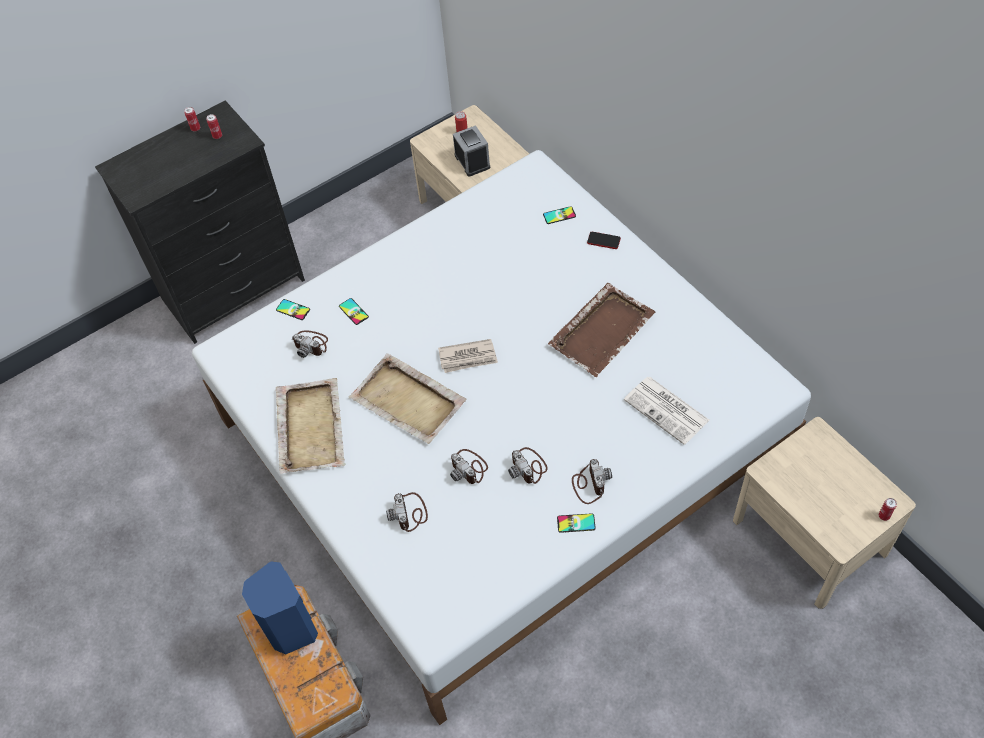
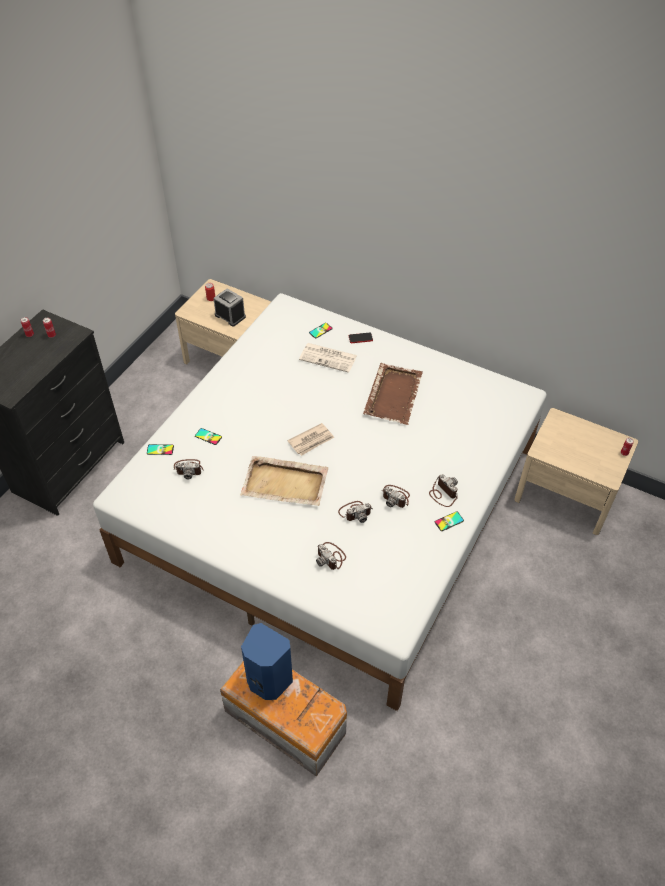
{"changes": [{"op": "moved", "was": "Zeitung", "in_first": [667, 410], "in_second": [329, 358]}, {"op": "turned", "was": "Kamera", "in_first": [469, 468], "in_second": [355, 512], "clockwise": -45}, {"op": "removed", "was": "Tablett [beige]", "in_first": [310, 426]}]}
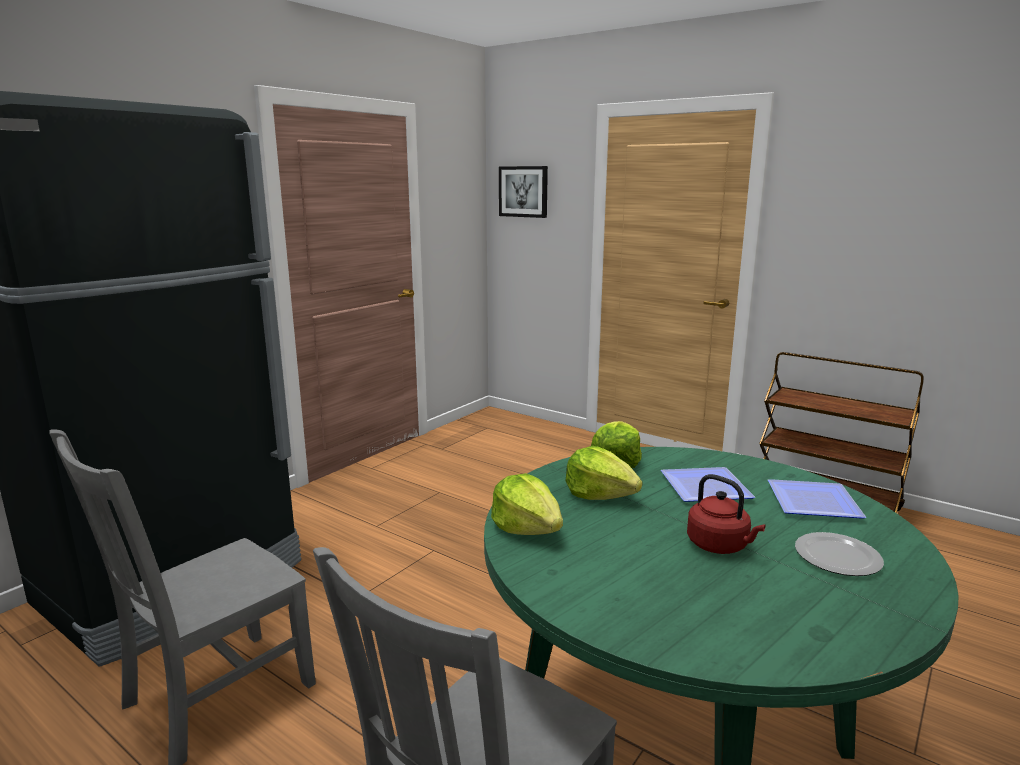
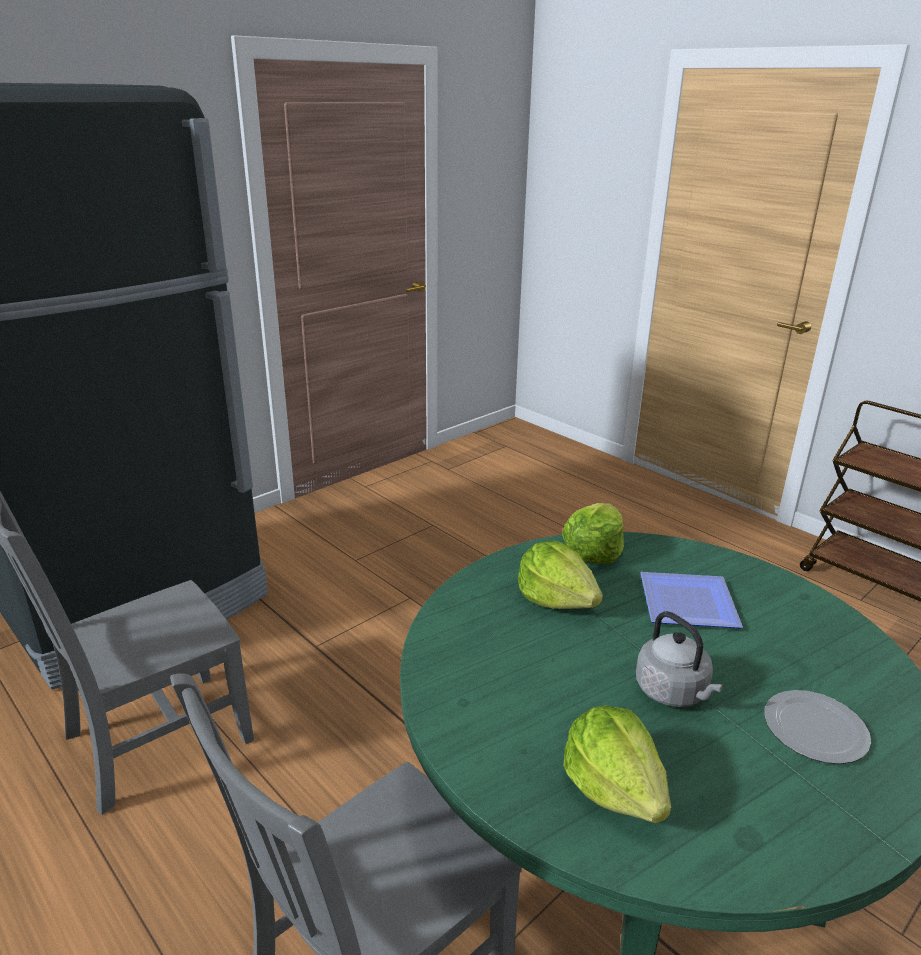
{"changes": [{"op": "moved", "was": "Salatkopf", "in_first": [527, 528], "in_second": [614, 787]}, {"op": "recoloured", "was": "Wasserkessel [rot]", "now": "Wasserkessel [grau]", "in_first": [720, 546], "in_second": [674, 692]}, {"op": "removed", "was": "Bild", "in_first": [523, 191]}, {"op": "removed", "was": "Teller", "in_first": [811, 504]}]}
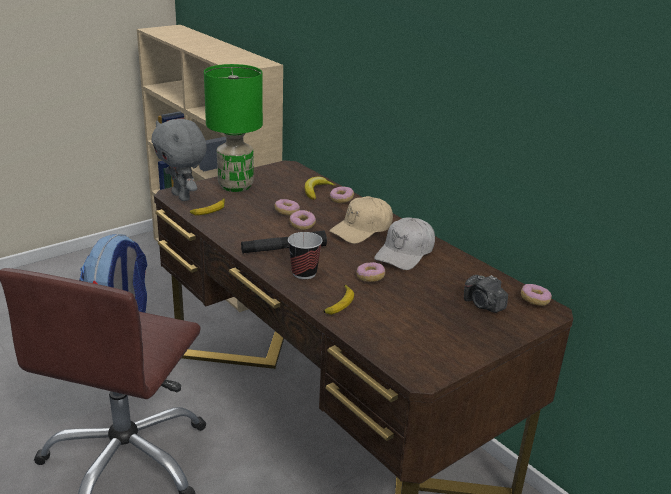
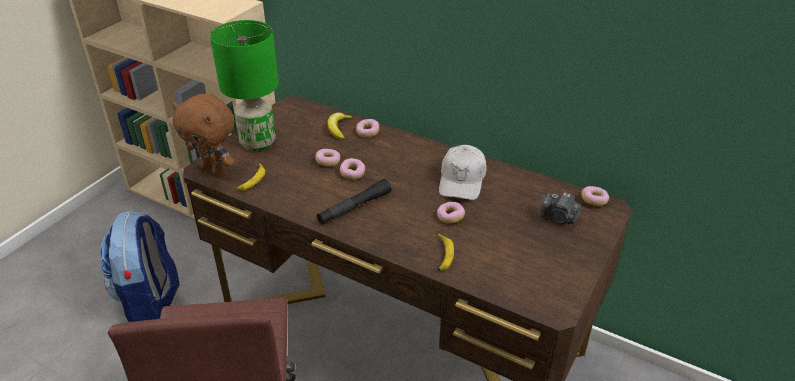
{"changes": [{"op": "recoloured", "was": "Plüschtier [grau]", "now": "Plüschtier [braun]", "in_first": [182, 197], "in_second": [214, 170]}, {"op": "removed", "was": "Tasse", "in_first": [304, 273]}, {"op": "removed", "was": "Kappe [beige]", "in_first": [362, 230]}]}
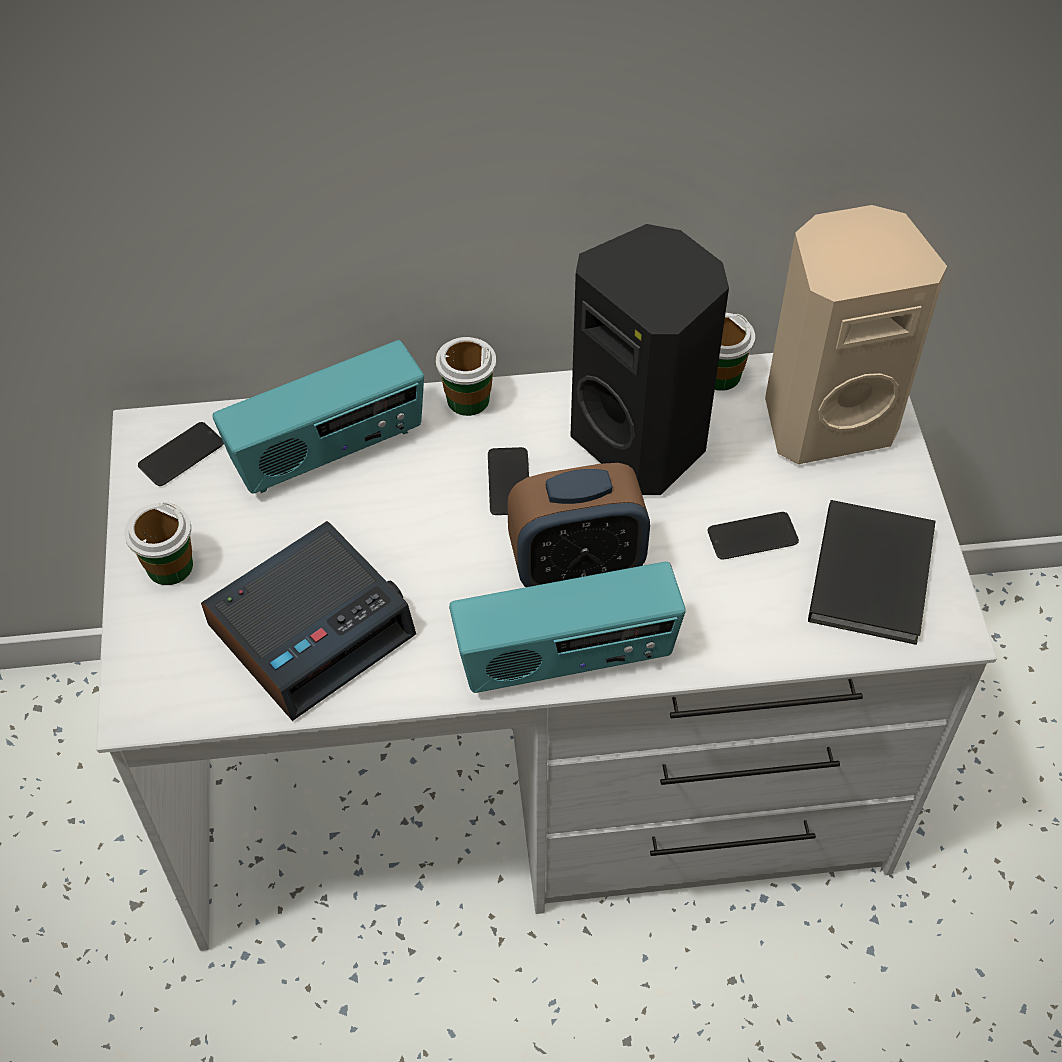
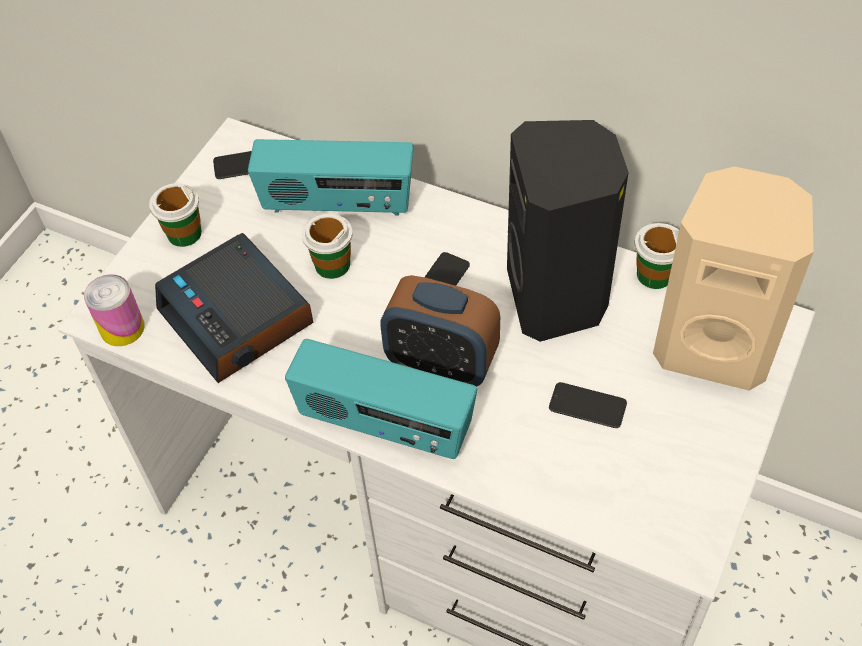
{"changes": [{"op": "added", "now": "Dose", "in_second": [122, 328]}, {"op": "turned", "was": "Wecker", "in_first": [312, 628], "in_second": [238, 317], "clockwise": 60}, {"op": "moved", "was": "Tasse", "in_first": [467, 399], "in_second": [332, 264]}, {"op": "removed", "was": "Buch [schwarz]", "in_first": [873, 572]}]}
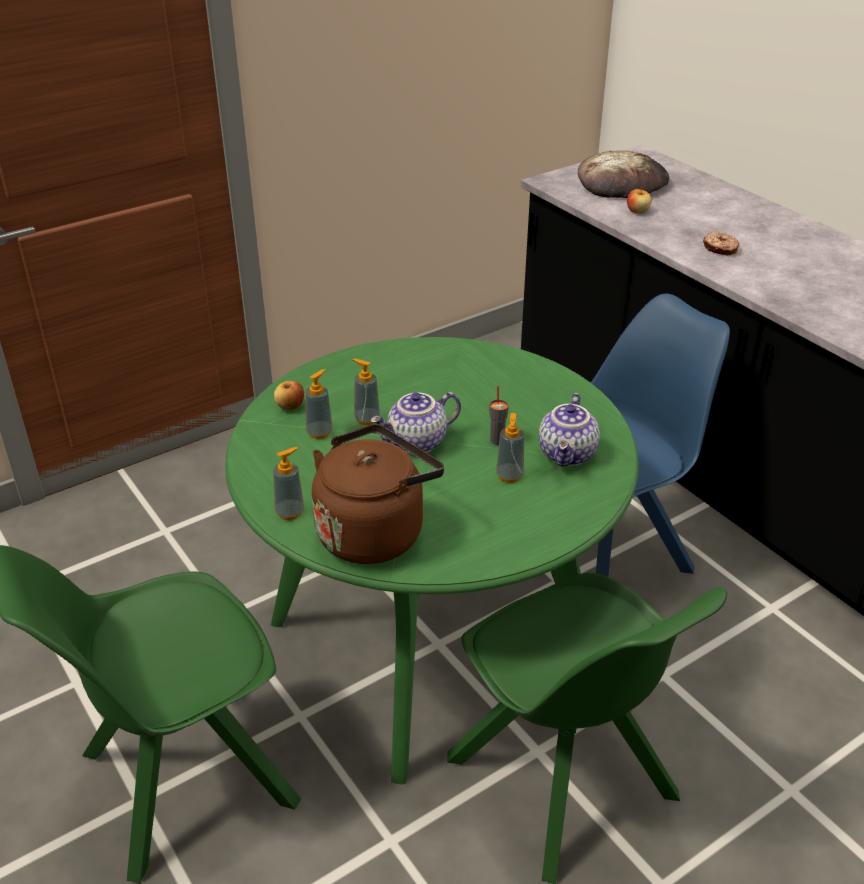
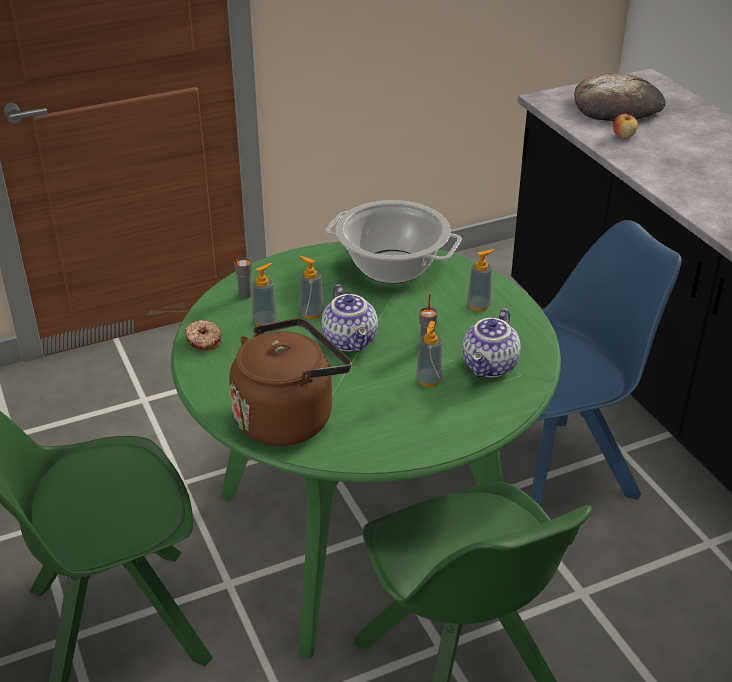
{"changes": [{"op": "moved", "was": "Donut", "in_first": [720, 249], "in_second": [203, 341]}, {"op": "replaced", "was": "Apfel", "now": "Tasse [grau]", "in_first": [290, 406], "in_second": [245, 294]}, {"op": "turned", "was": "Teekanne", "in_first": [417, 443], "in_second": [351, 341], "clockwise": -90}, {"op": "added", "now": "Kochtopf", "in_second": [391, 267]}, {"op": "moved", "was": "Seifenspender", "in_first": [290, 512], "in_second": [478, 305]}]}
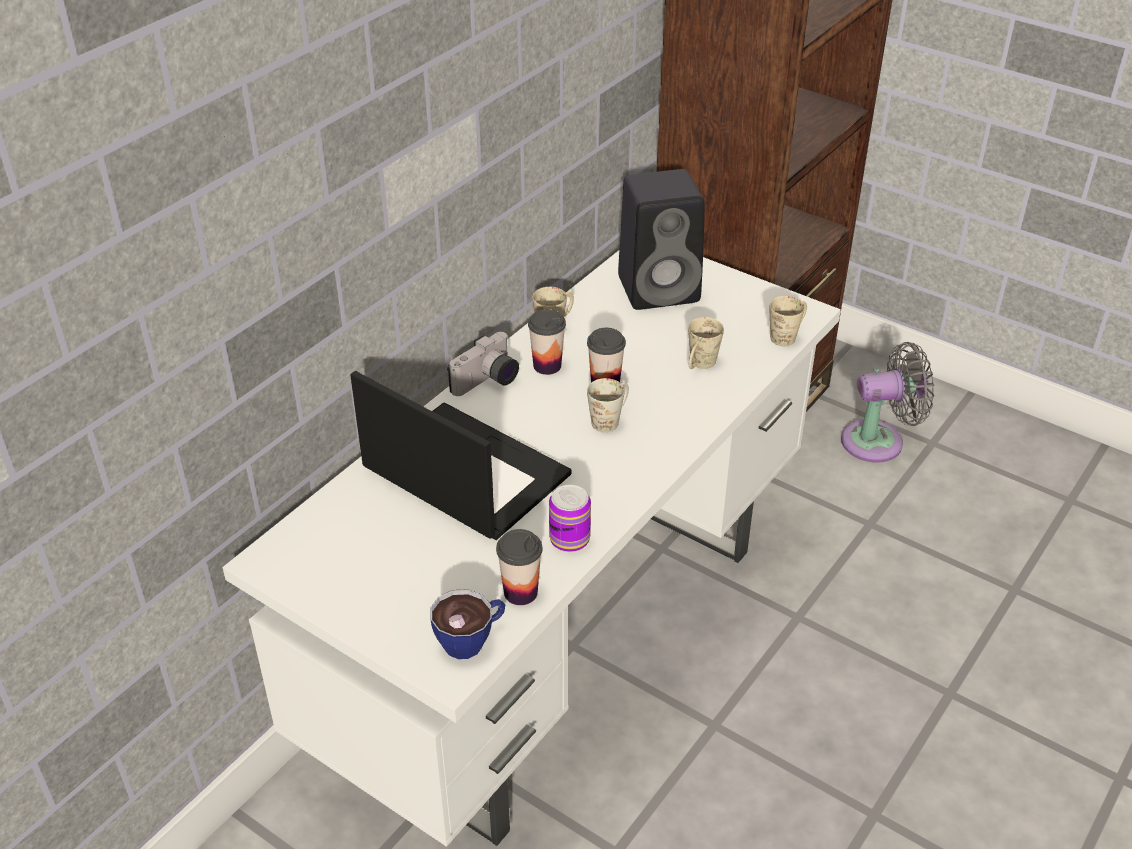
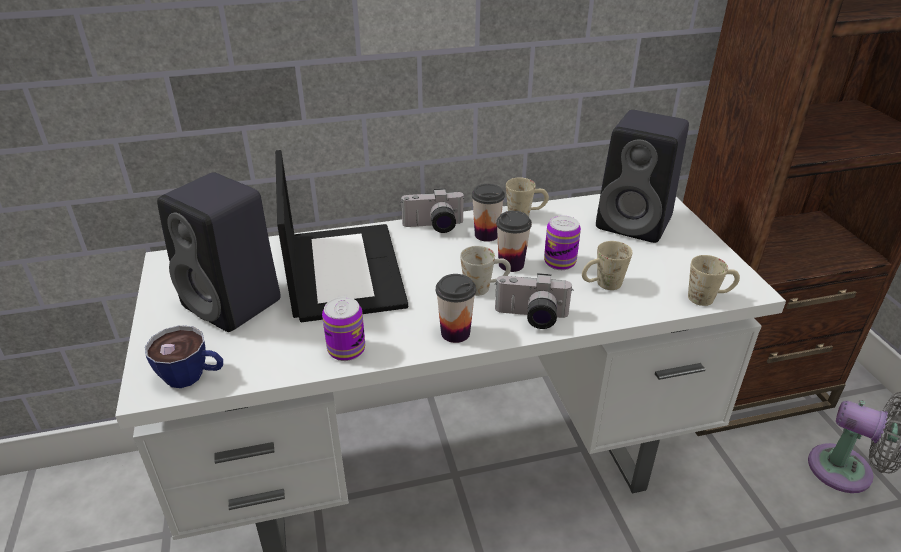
{"changes": [{"op": "added", "now": "Lautsprecher [schwarz]", "in_second": [235, 304]}, {"op": "moved", "was": "Tasse", "in_first": [520, 592], "in_second": [455, 333]}, {"op": "added", "now": "Kamera", "in_second": [531, 318]}, {"op": "added", "now": "Dose", "in_second": [559, 262]}]}
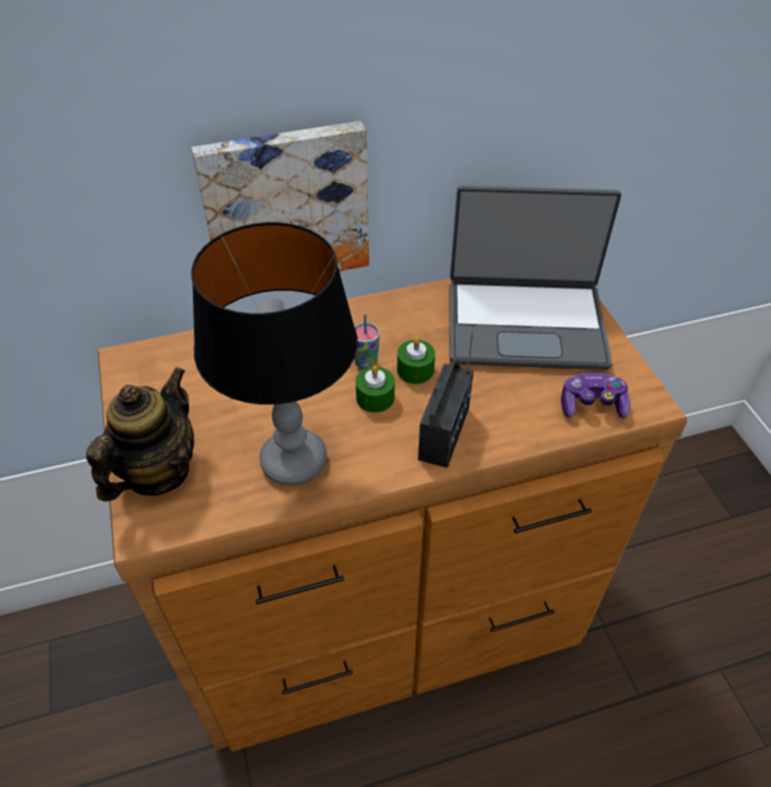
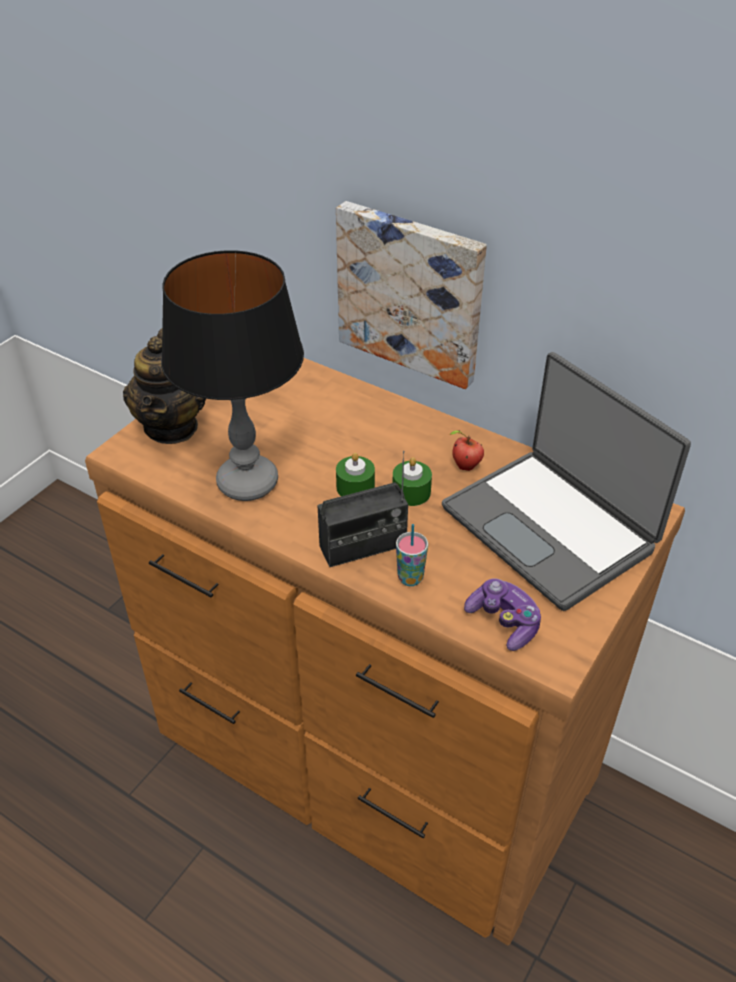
{"changes": [{"op": "turned", "was": "Teekanne", "in_first": [157, 472], "in_second": [171, 427], "clockwise": 105}, {"op": "moved", "was": "Tasse", "in_first": [366, 364], "in_second": [410, 578]}, {"op": "added", "now": "Apfel", "in_second": [464, 466]}]}
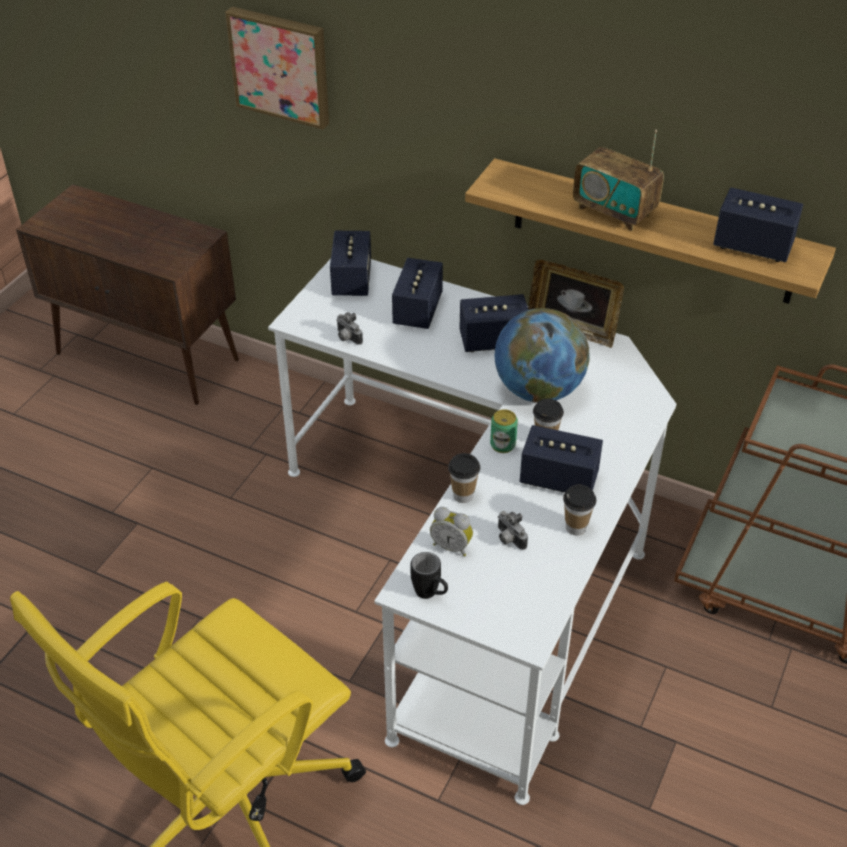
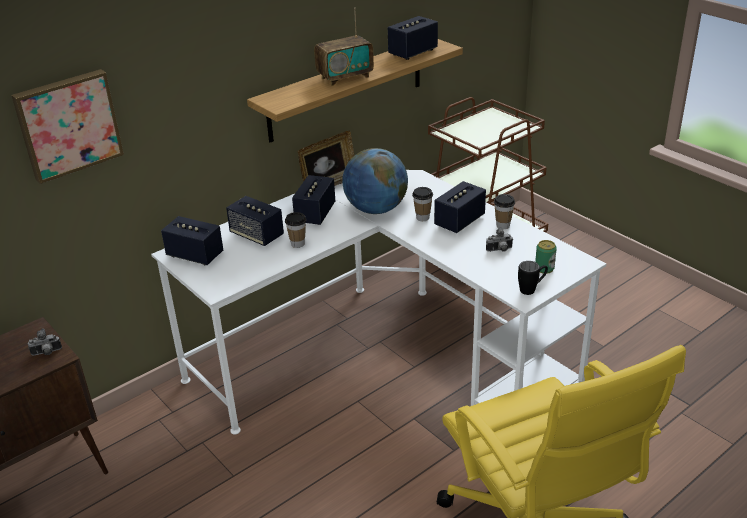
{"changes": [{"op": "moved", "was": "Kamera", "in_first": [347, 338], "in_second": [46, 353]}, {"op": "moved", "was": "Tasse", "in_first": [463, 495], "in_second": [298, 244]}, {"op": "moved", "was": "Dose", "in_first": [502, 445], "in_second": [544, 268]}, {"op": "removed", "was": "Wecker", "in_first": [452, 546]}]}
